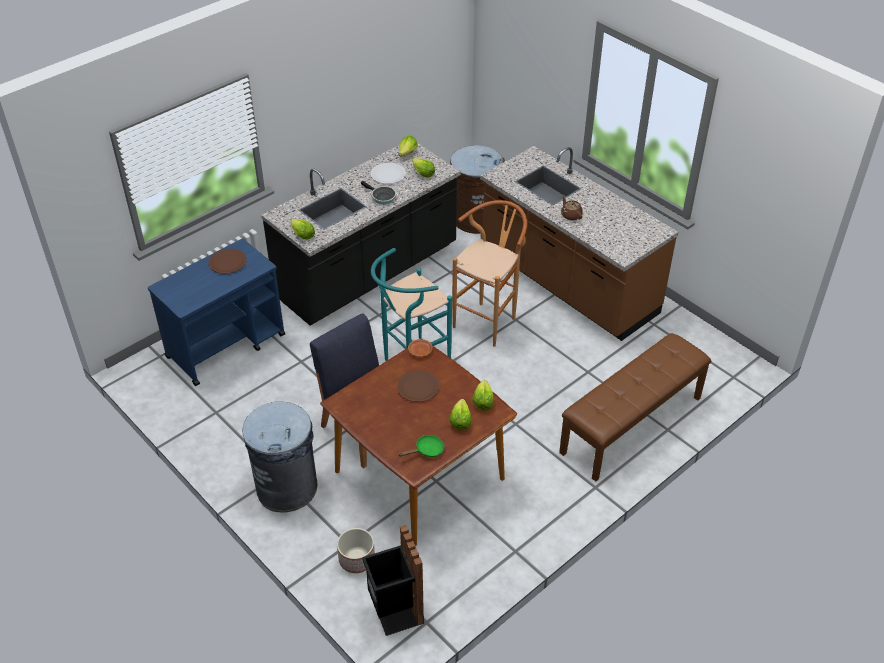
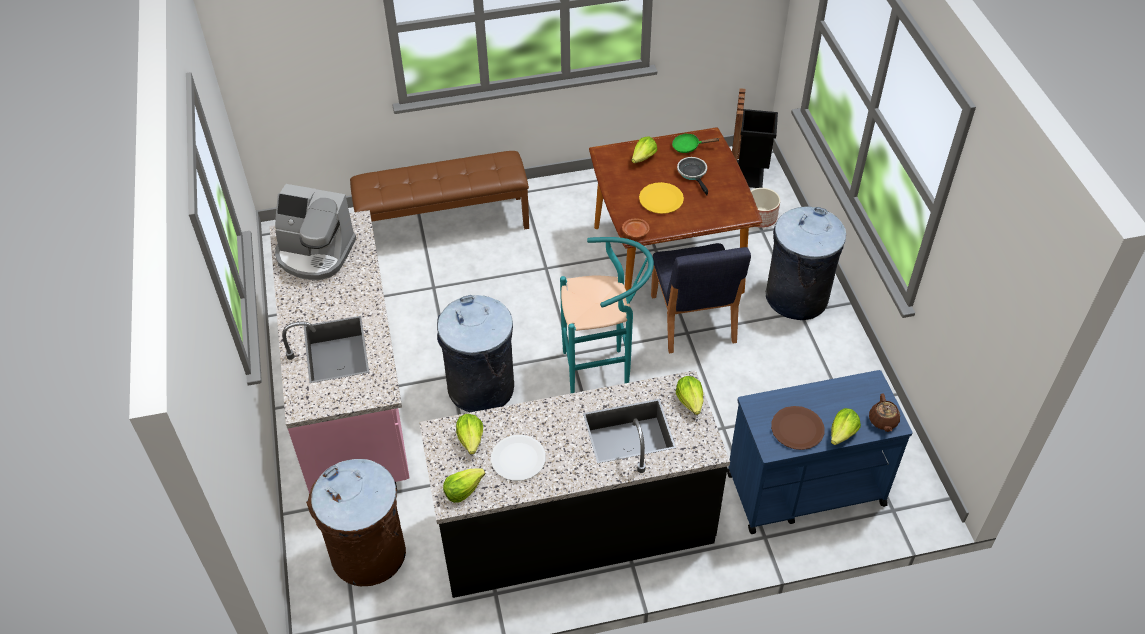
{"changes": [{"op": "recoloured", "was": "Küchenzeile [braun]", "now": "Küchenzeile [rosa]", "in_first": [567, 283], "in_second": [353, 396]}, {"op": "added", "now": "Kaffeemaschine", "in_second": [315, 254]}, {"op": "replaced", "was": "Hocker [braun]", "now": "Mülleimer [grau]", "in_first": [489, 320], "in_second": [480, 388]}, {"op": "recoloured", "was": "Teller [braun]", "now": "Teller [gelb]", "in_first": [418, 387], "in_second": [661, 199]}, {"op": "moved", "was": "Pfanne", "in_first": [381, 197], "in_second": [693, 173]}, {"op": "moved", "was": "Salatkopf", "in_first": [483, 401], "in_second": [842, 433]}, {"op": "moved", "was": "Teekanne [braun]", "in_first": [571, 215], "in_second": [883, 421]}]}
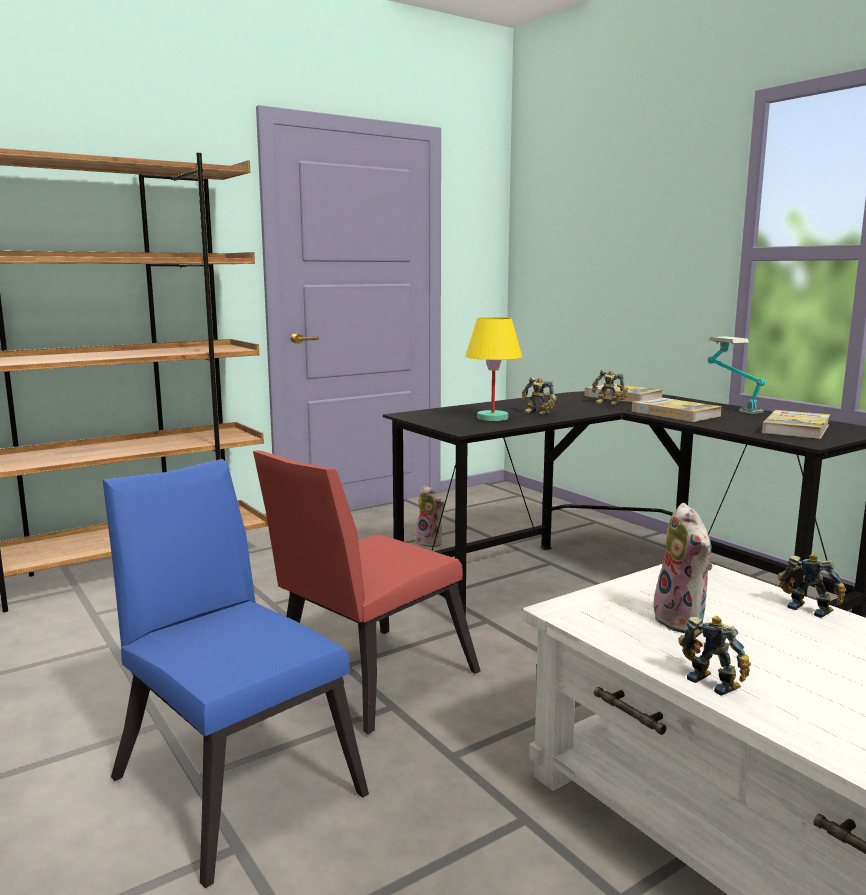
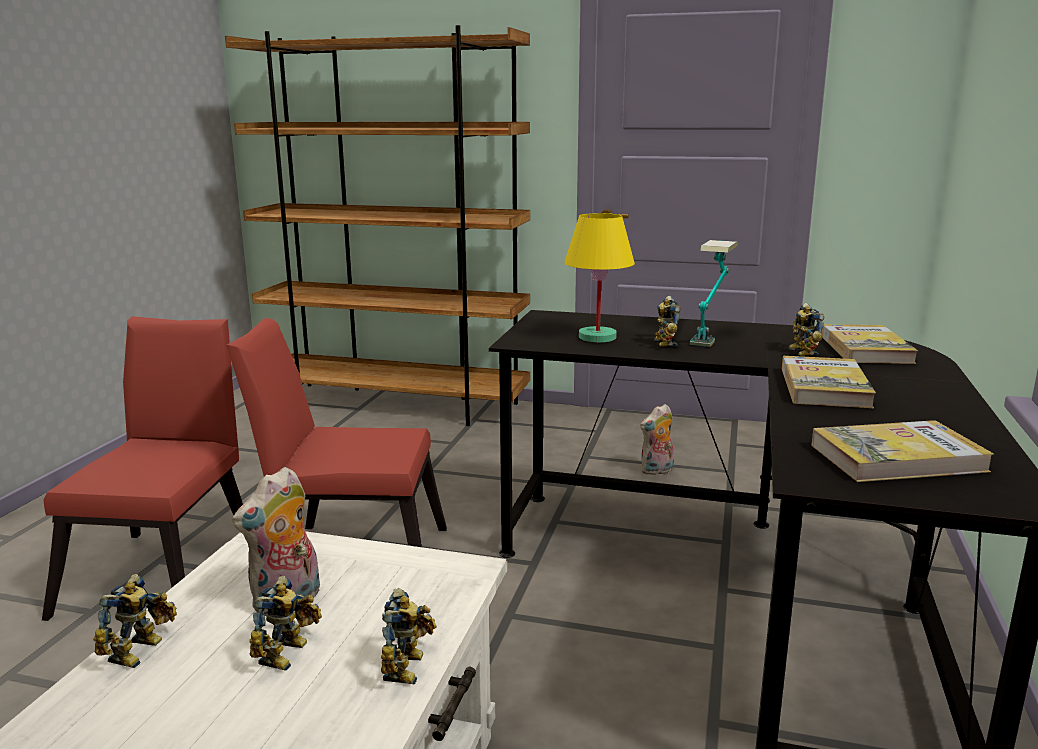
{"changes": [{"op": "recoloured", "was": "Stuhl [blau]", "now": "Stuhl [rot]", "in_first": [233, 777], "in_second": [169, 572]}, {"op": "added", "now": "Spielzeugroboter", "in_second": [288, 653]}, {"op": "turned", "was": "Plüschtier", "in_first": [430, 542], "in_second": [657, 471], "clockwise": 60}, {"op": "moved", "was": "Tischlampe", "in_first": [731, 408], "in_second": [710, 335]}]}
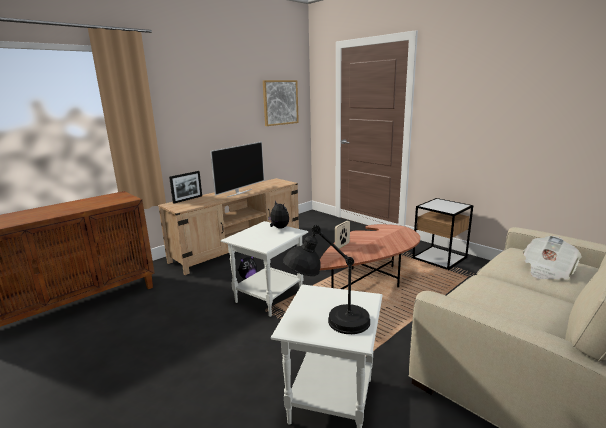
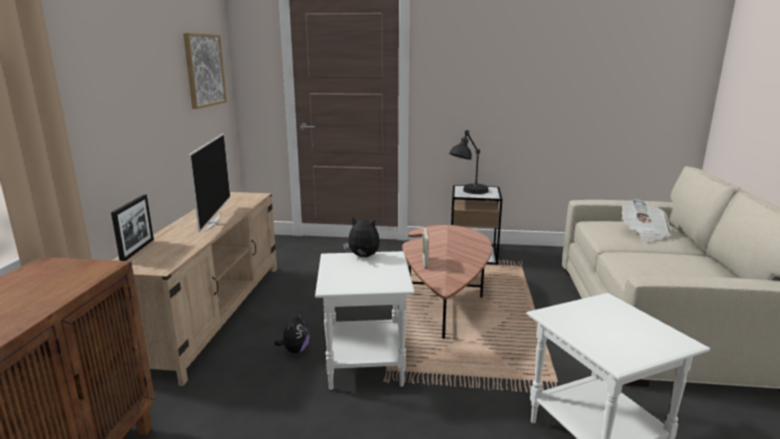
{"changes": [{"op": "moved", "was": "Tischlampe [schwarz]", "in_first": [329, 323], "in_second": [468, 193]}]}
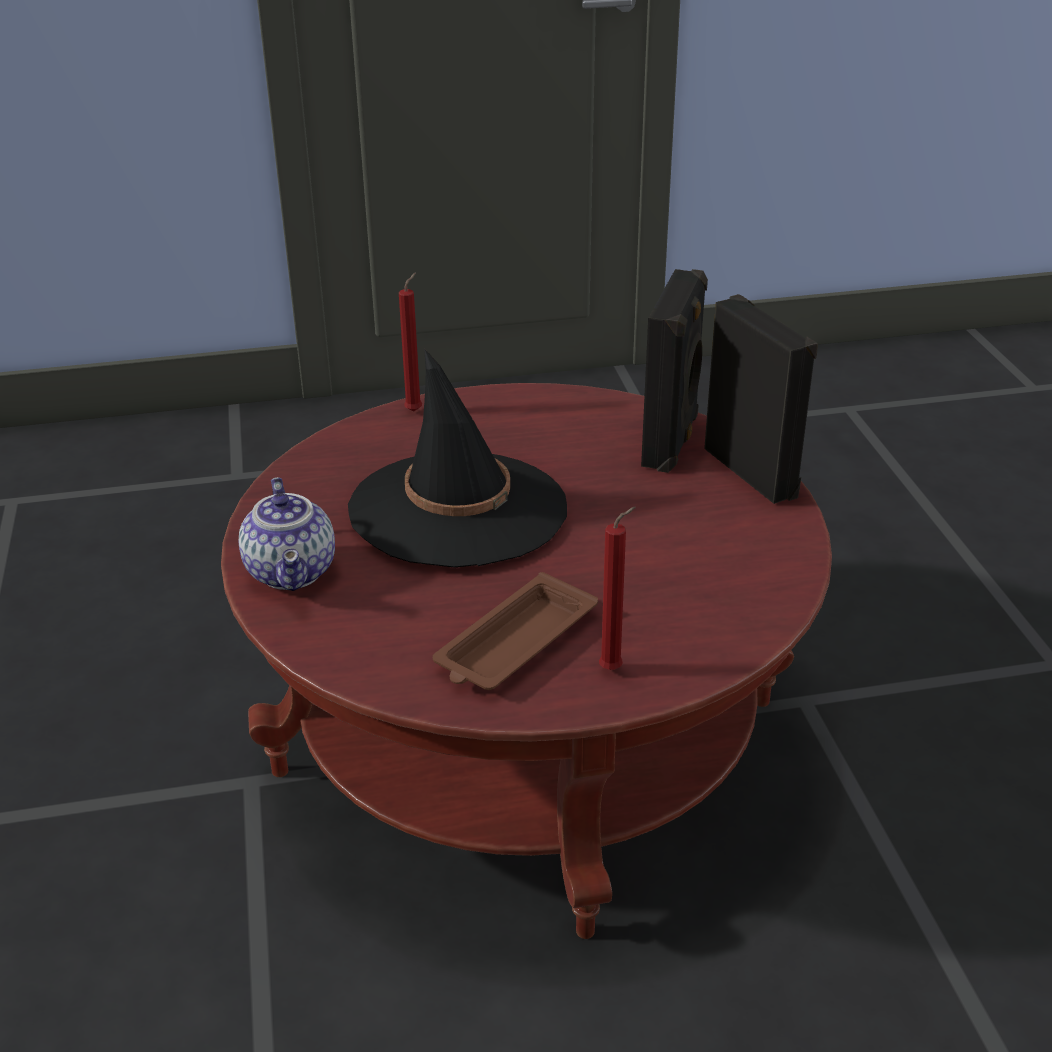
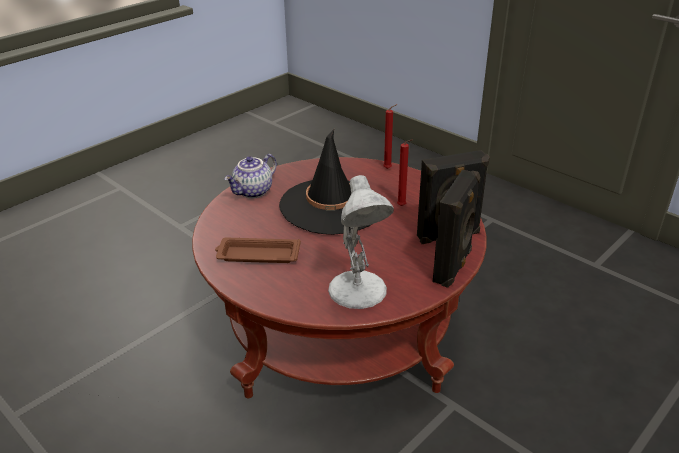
{"changes": [{"op": "added", "now": "Tischlampe [weiß]", "in_second": [359, 291]}, {"op": "moved", "was": "Kerze [rot]", "in_first": [614, 669], "in_second": [402, 206]}]}
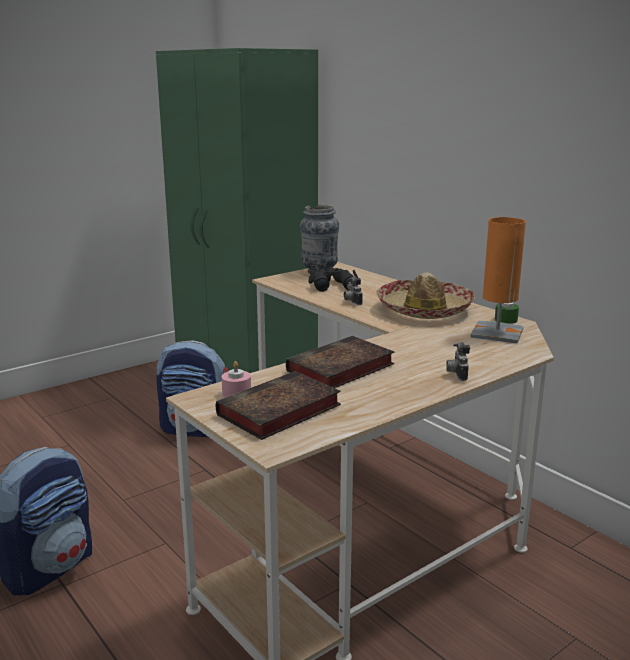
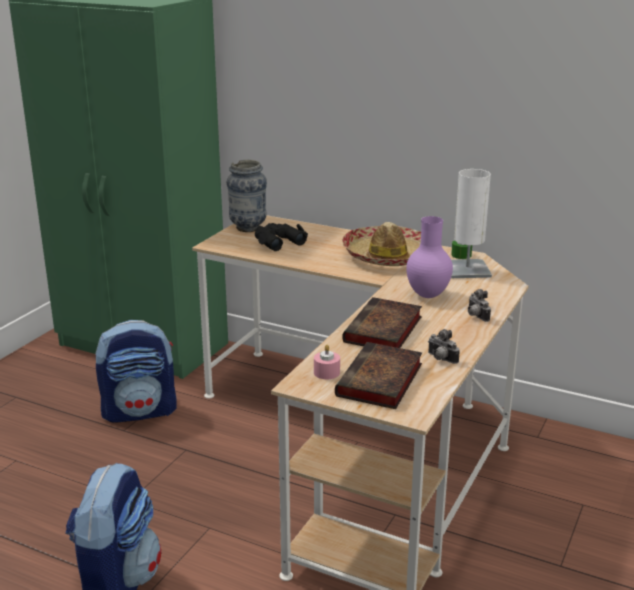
{"changes": [{"op": "added", "now": "Vase [lila]", "in_second": [428, 296]}, {"op": "moved", "was": "Kamera", "in_first": [351, 302], "in_second": [440, 359]}, {"op": "recoloured", "was": "Tischlampe [orange]", "now": "Tischlampe [weiß]", "in_first": [497, 333], "in_second": [467, 270]}]}
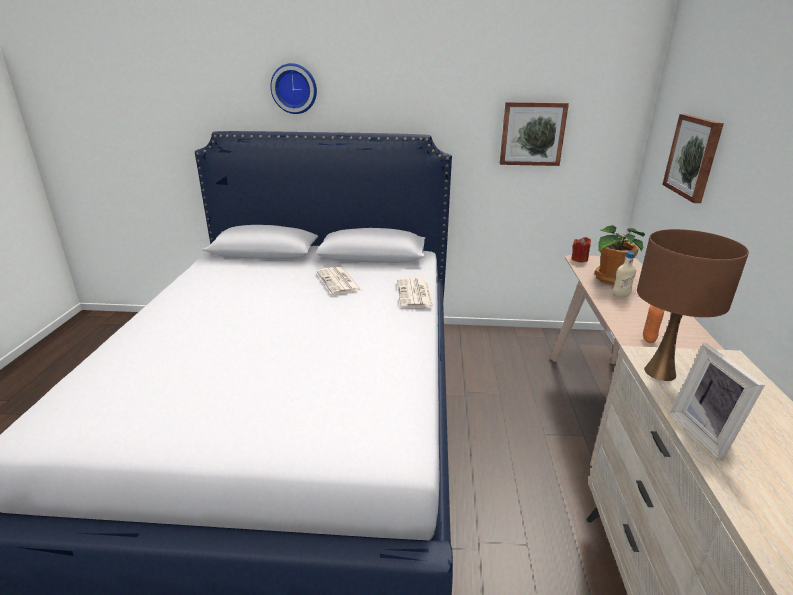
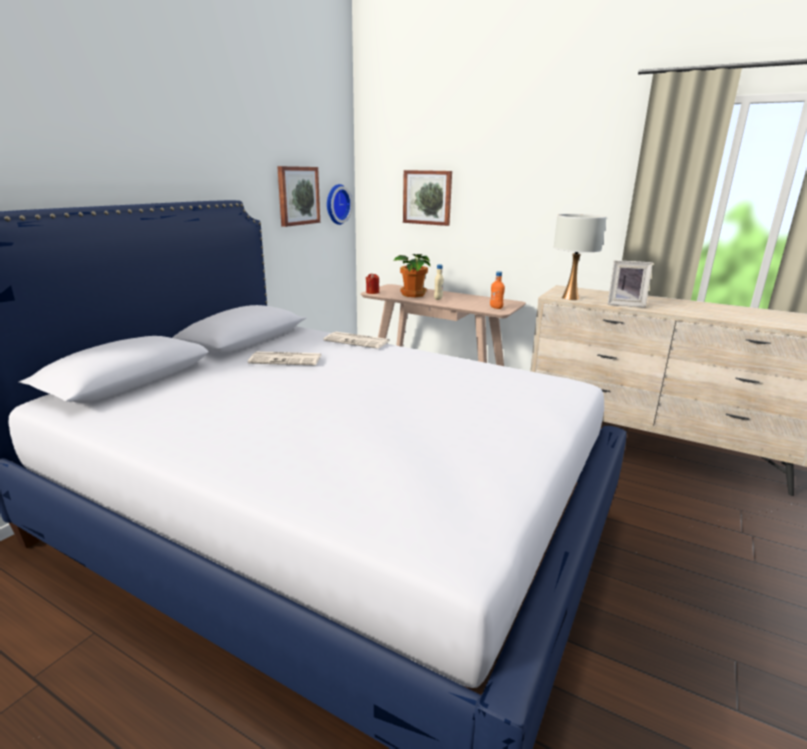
{"changes": [{"op": "moved", "was": "Wanduhr", "in_first": [294, 88], "in_second": [336, 204]}, {"op": "recoloured", "was": "Tischlampe [braun]", "now": "Tischlampe [weiß]", "in_first": [660, 372], "in_second": [570, 298]}]}
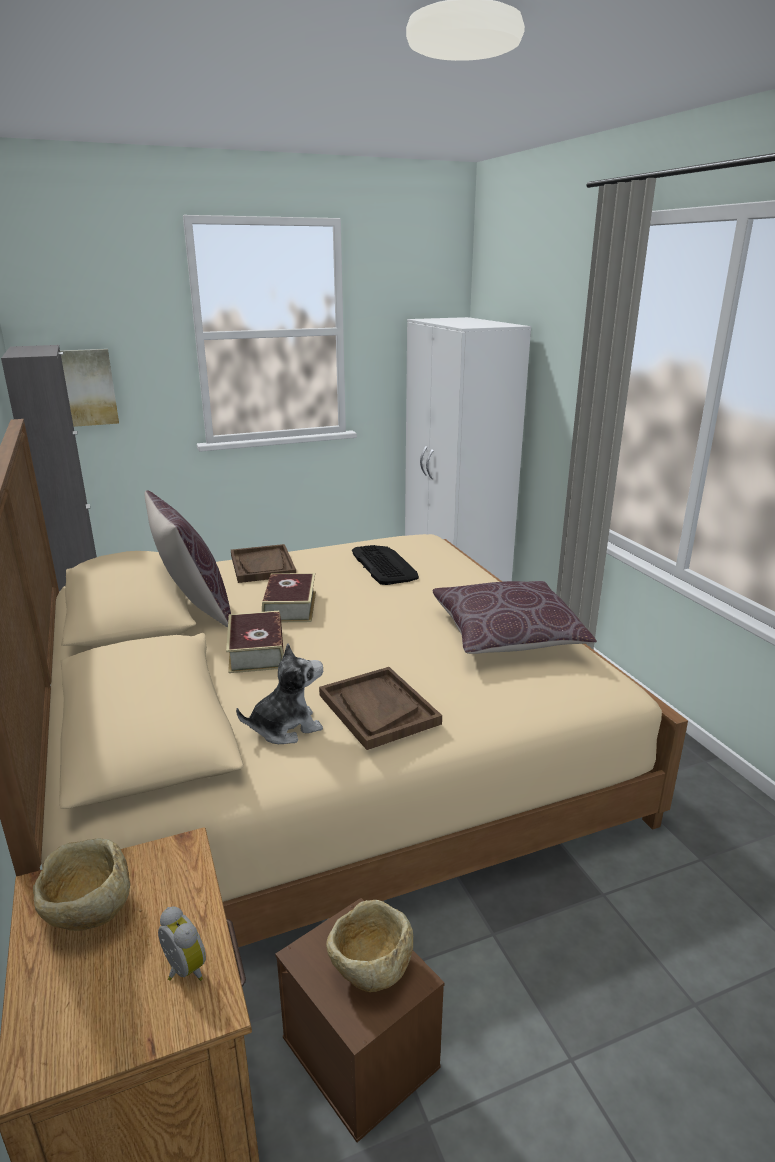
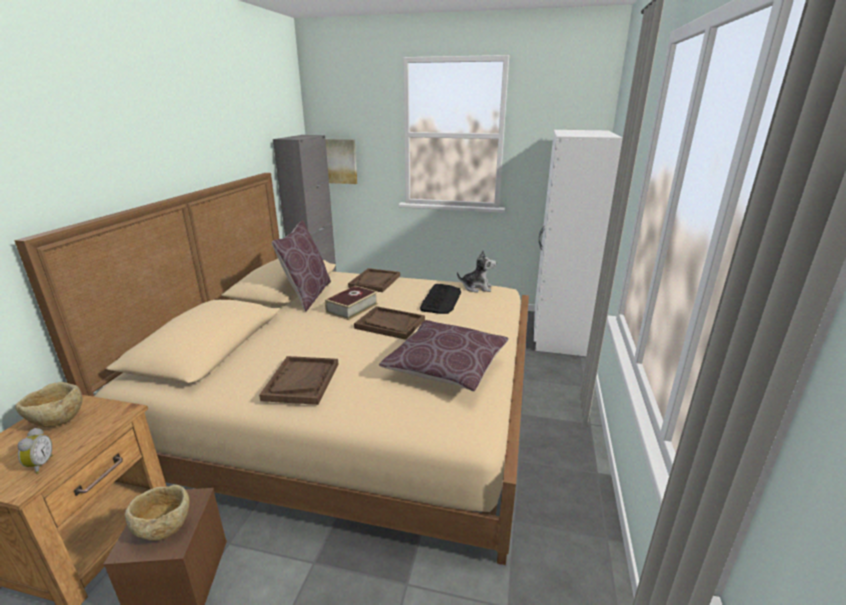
{"changes": [{"op": "added", "now": "Tablett [braun]", "in_second": [389, 324]}, {"op": "moved", "was": "Plüschtier", "in_first": [285, 727], "in_second": [477, 288]}, {"op": "removed", "was": "Buch", "in_first": [256, 651]}]}
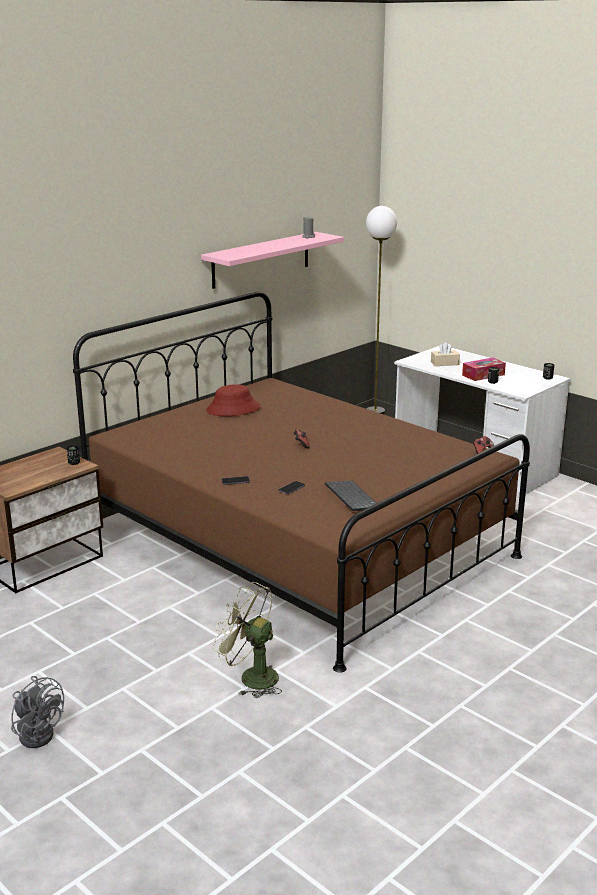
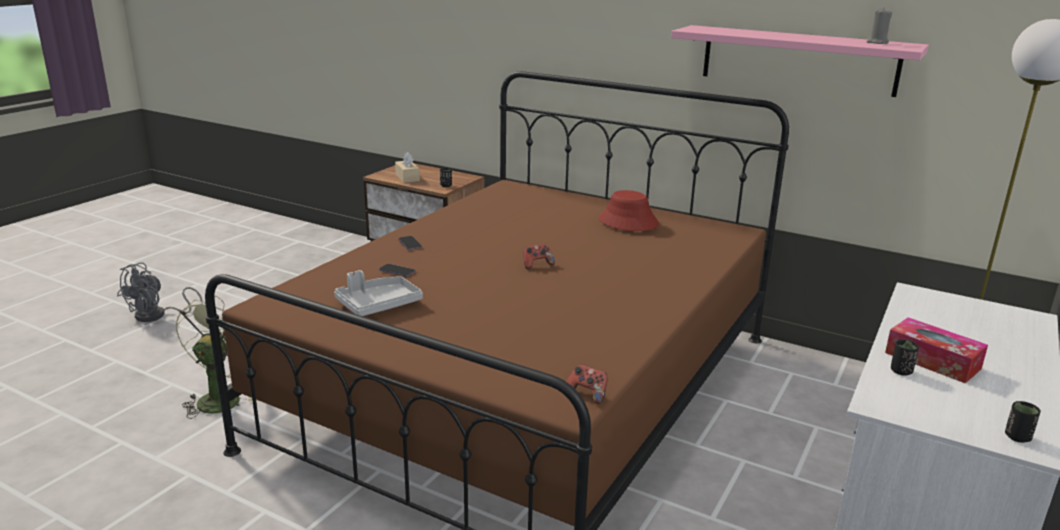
{"changes": [{"op": "replaced", "was": "Tastatur", "now": "Tablett [grau]", "in_first": [350, 497], "in_second": [378, 305]}, {"op": "moved", "was": "Taschentuchbox [beige]", "in_first": [444, 363], "in_second": [407, 177]}]}
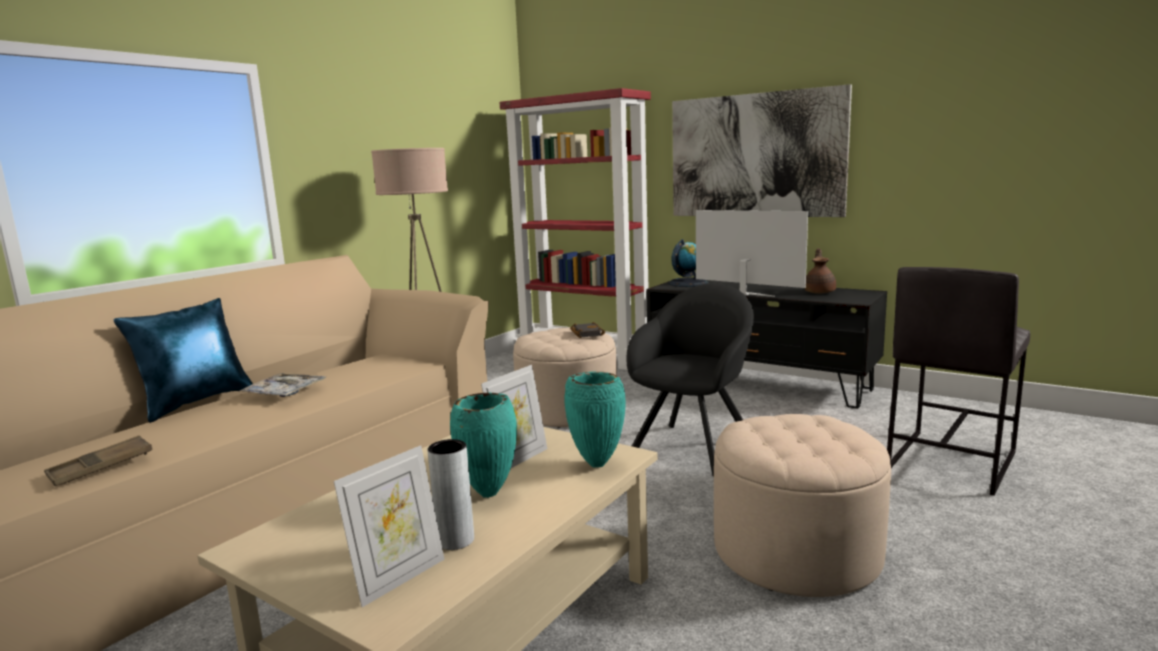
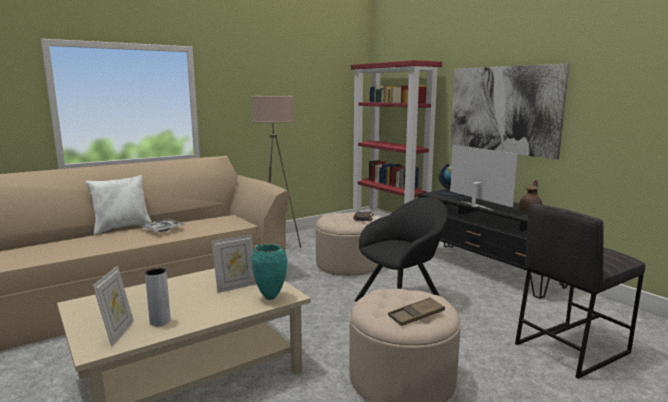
{"changes": [{"op": "recoloured", "was": "Kissen [blau]", "now": "Kissen [weiß]", "in_first": [196, 403], "in_second": [122, 228]}, {"op": "turned", "was": "Bilderrahmen", "in_first": [399, 578], "in_second": [118, 333], "clockwise": -60}, {"op": "moved", "was": "Tablett [braun]", "in_first": [101, 467], "in_second": [416, 315]}, {"op": "removed", "was": "Vase [türkis]", "in_first": [489, 494]}]}
